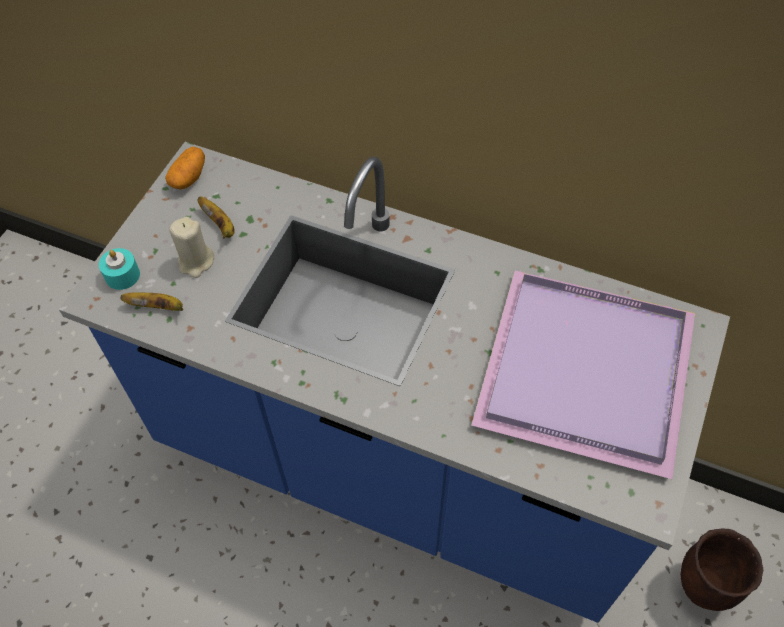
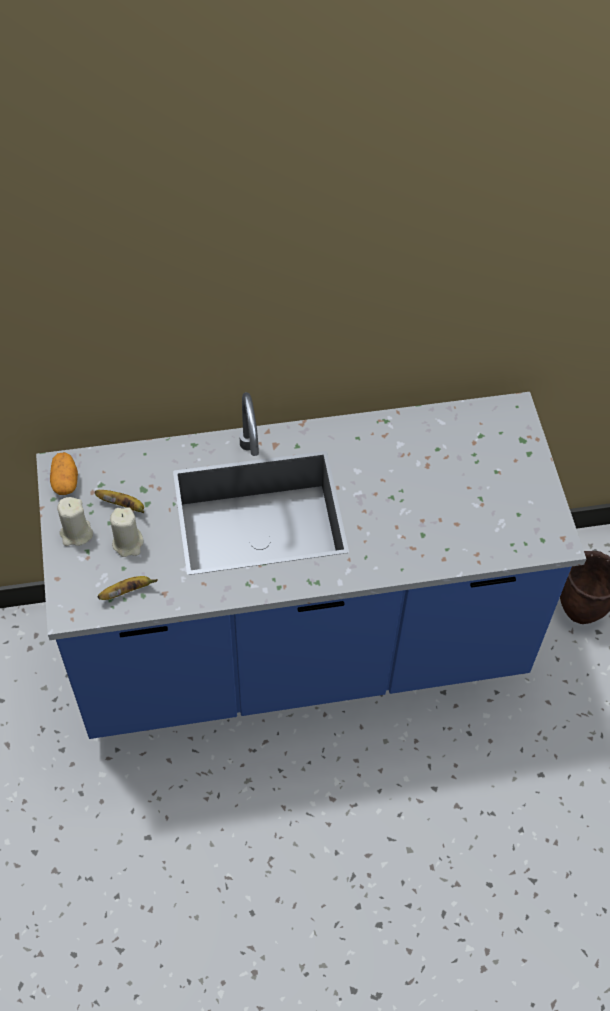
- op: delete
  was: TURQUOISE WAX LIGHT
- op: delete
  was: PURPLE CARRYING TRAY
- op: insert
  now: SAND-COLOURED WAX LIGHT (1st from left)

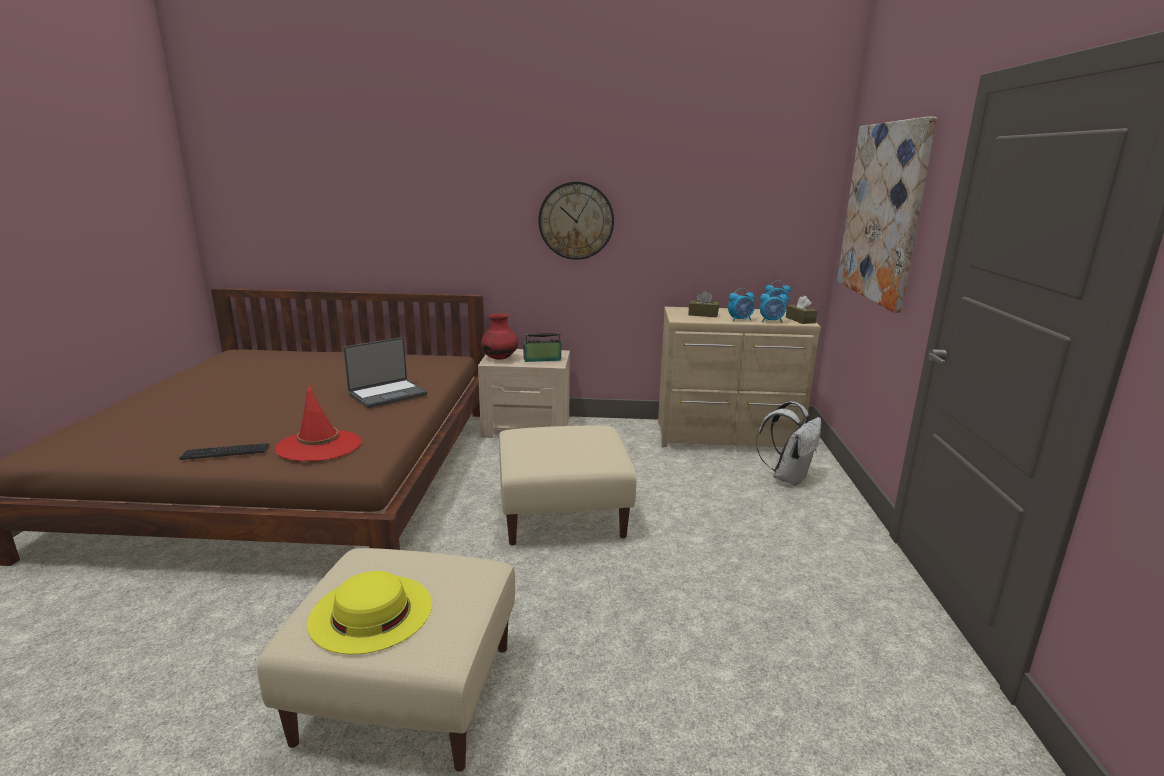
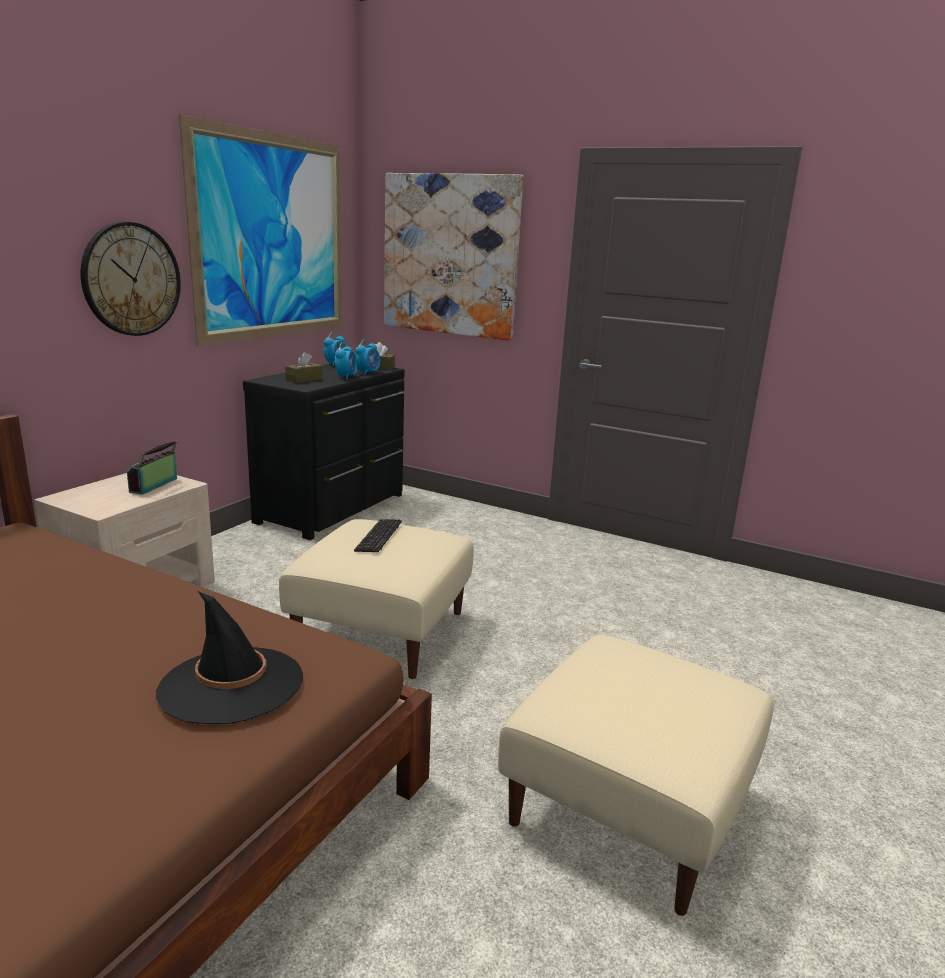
- op: delete
  was: YELLOWISH CLOTHING HAT
- op: delete
  was: LAPTOP
- op: delete
  was: RED-COLOURED DECORATIVE VASE
- op: delete
  was: WHITE RUCKSACK
- op: insert
  now: PICTURE (1st from left)
- op: move
  was: KEYBOARD
- op: recolor
  was: RED-COLOURED CLOTHING HAT
  now: BLACK CLOTHING HAT
- op: recolor
  was: SAND-COLOURED DRESSER
  now: BLACK DRESSER

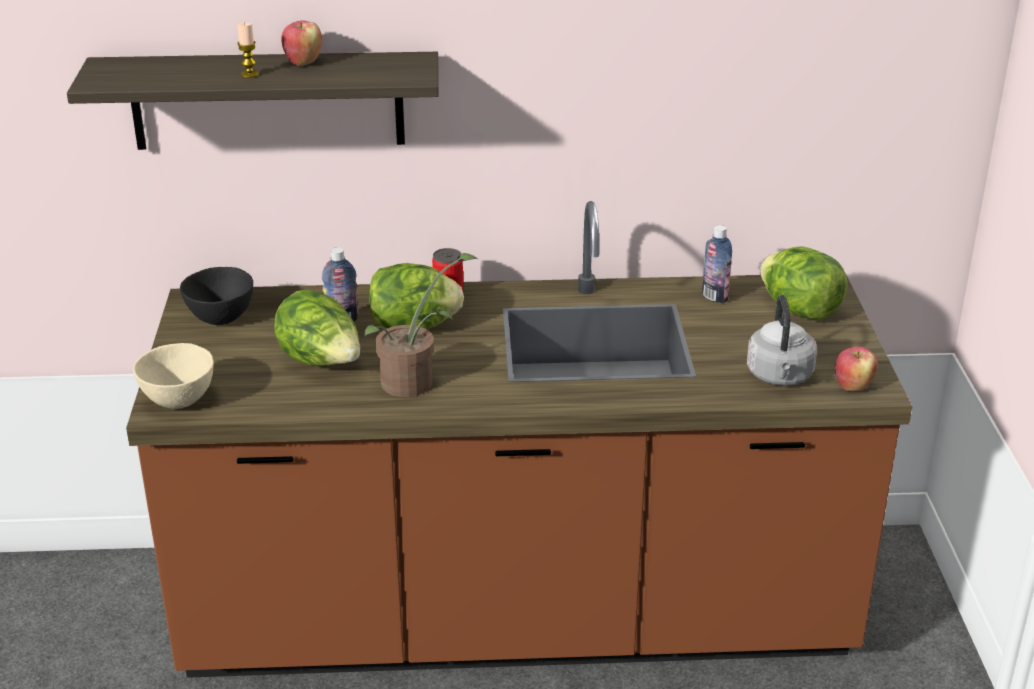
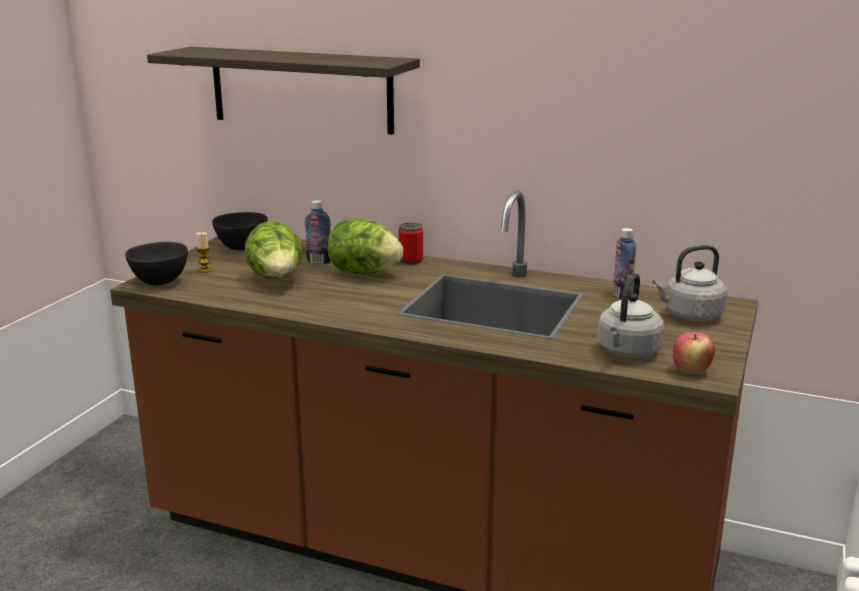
- op: delete
  was: APPLE FRUIT (1st from left)
- op: delete
  was: POTTED PLANT
- op: move
  was: WAX LIGHT
- op: replace
  was: HEAD OF LETTUCE (3rd from left)
  now: GREY KETTLE (2nd from left)
- op: recolor
  was: SAND-COLOURED BOWL
  now: BLACK BOWL (1st from left)

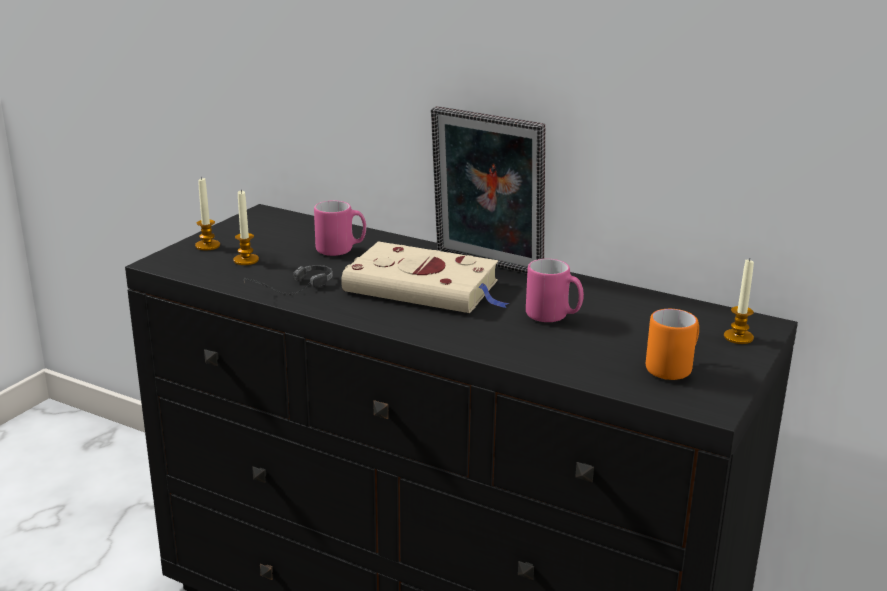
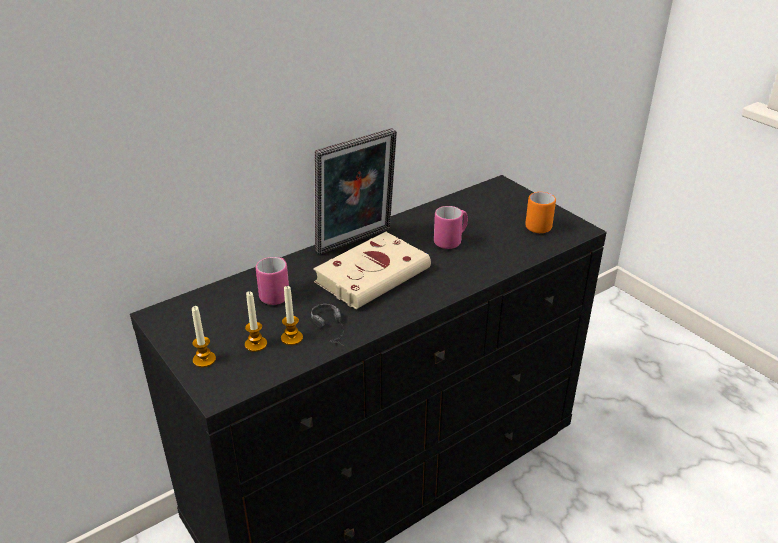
- op: move
  was: WAX LIGHT (3rd from left)

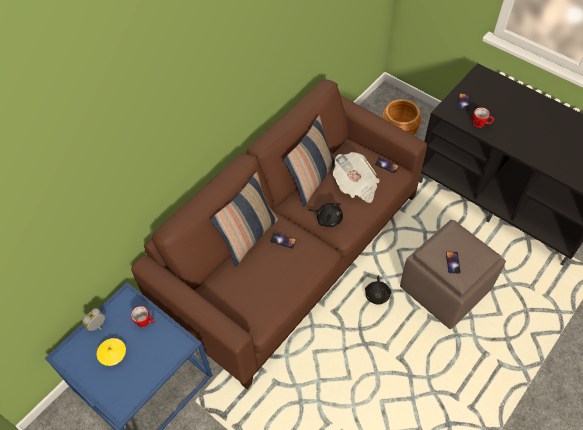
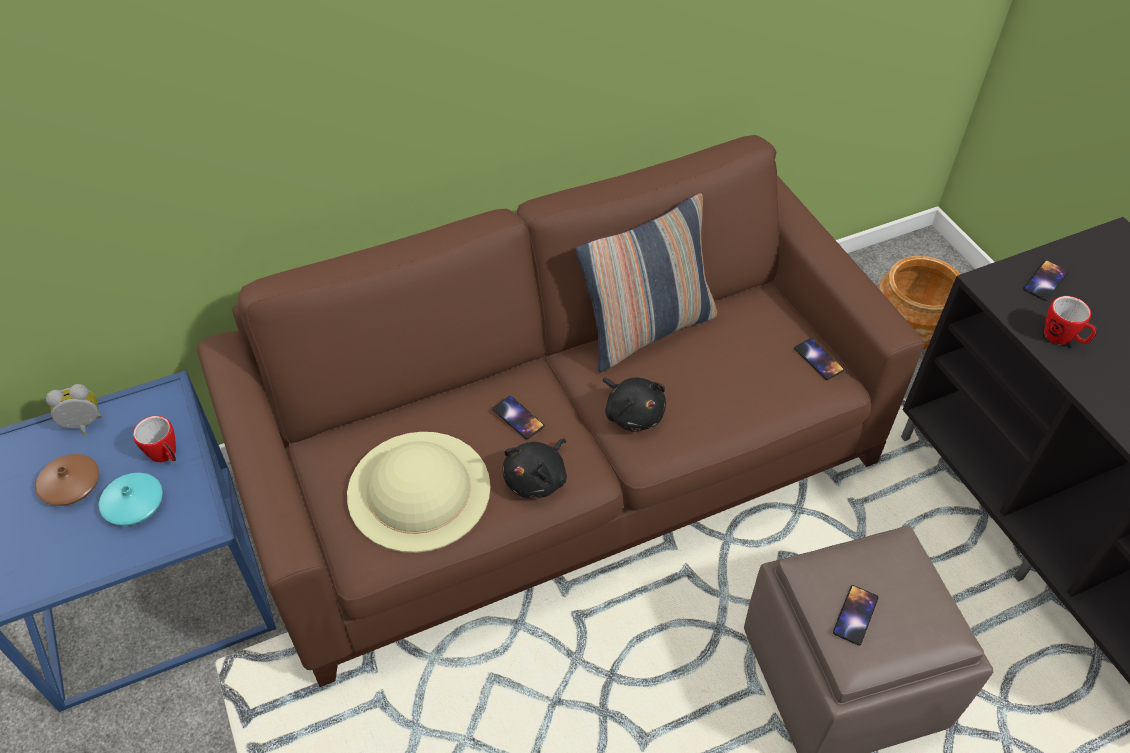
- op: delete
  was: CUSHION (1st from left)
- op: delete
  was: NEWSPAPER
- op: insert
  now: TURQUOISE DECORATIVE VASE
- op: insert
  now: SAND-COLOURED CLOTHING HAT
- op: move
  was: BLACK SOFT TOY (2nd from left in the first image)
  now: BLACK SOFT TOY (1st from left)
- op: recolor
  was: YELLOWISH DECORATIVE VASE
  now: BROWN DECORATIVE VASE

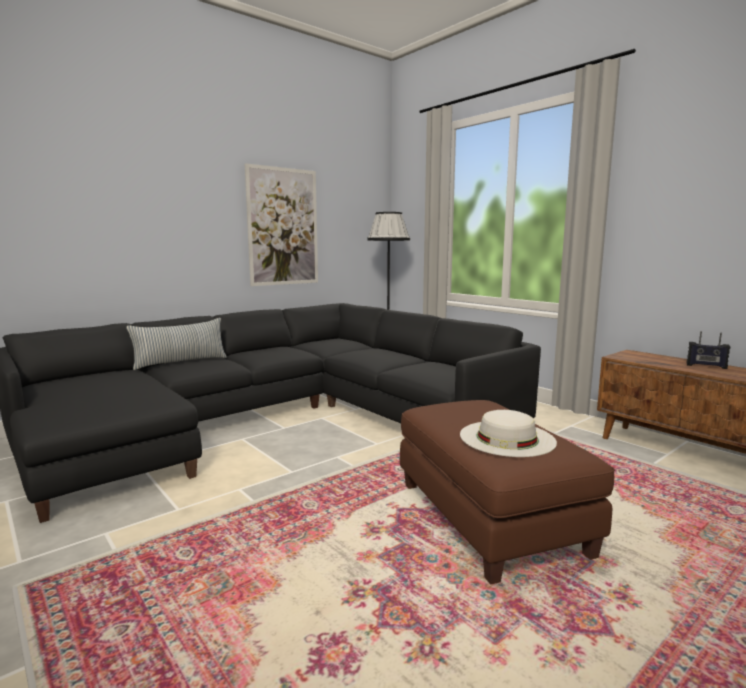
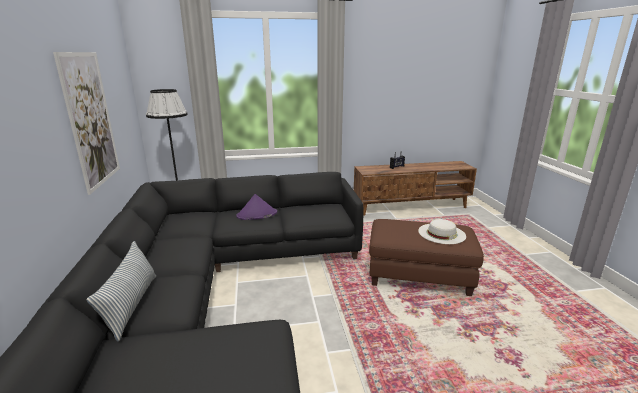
- op: insert
  now: PURPLE CLOTHING HAT

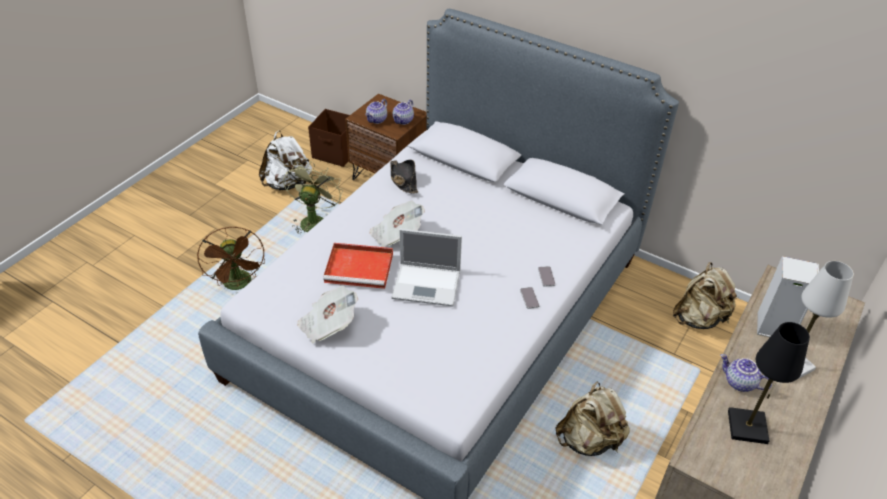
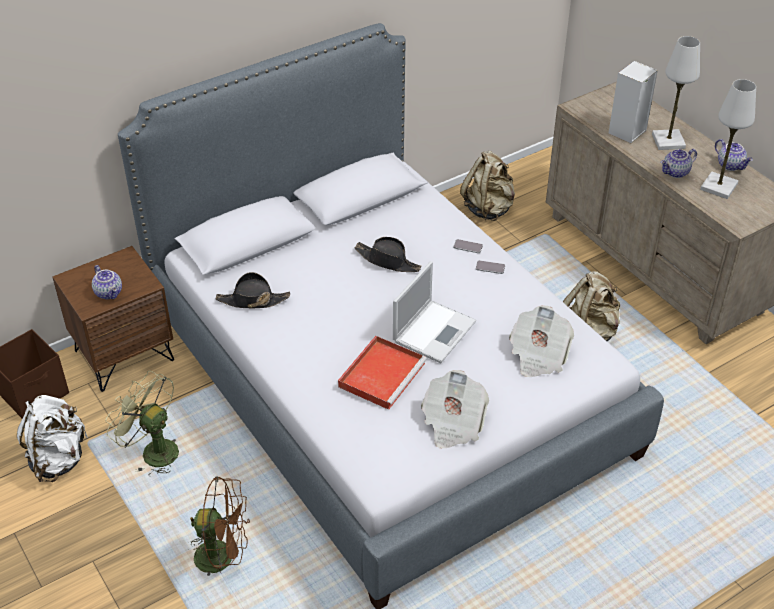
- op: insert
  now: BLACK CLOTHING HAT (2nd from left)
- op: move
  was: NEWSPAPER (2nd from left)
- op: move
  was: POT FOR TEA (2nd from left in the first image)
  now: POT FOR TEA (3rd from left)
- op: recolor
  was: BLACK LAMP FOR A TABLE
  now: WHITE LAMP FOR A TABLE (2nd from left)

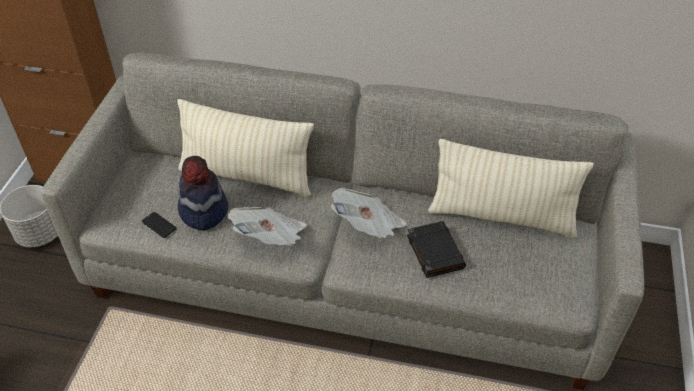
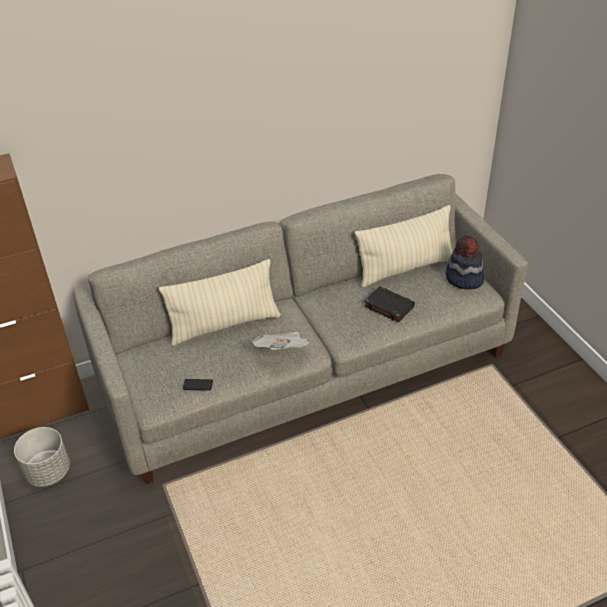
- op: delete
  was: NEWSPAPER (2nd from left)
- op: move
  was: CLOTHING HAT

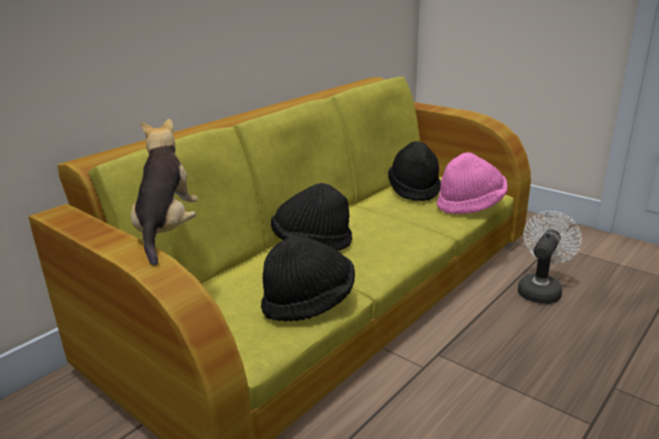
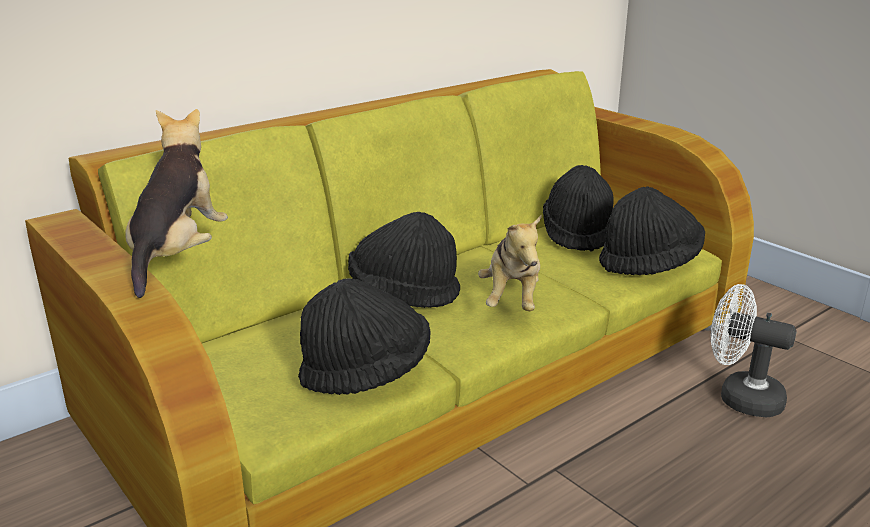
- op: insert
  now: SOFT TOY (2nd from left)
- op: recolor
  was: PINK-COLOURED CLOTHING HAT
  now: BLACK CLOTHING HAT (4th from left)
- op: rotate
  was: WHITE ELECTRIC FAN
  clockwise: -105

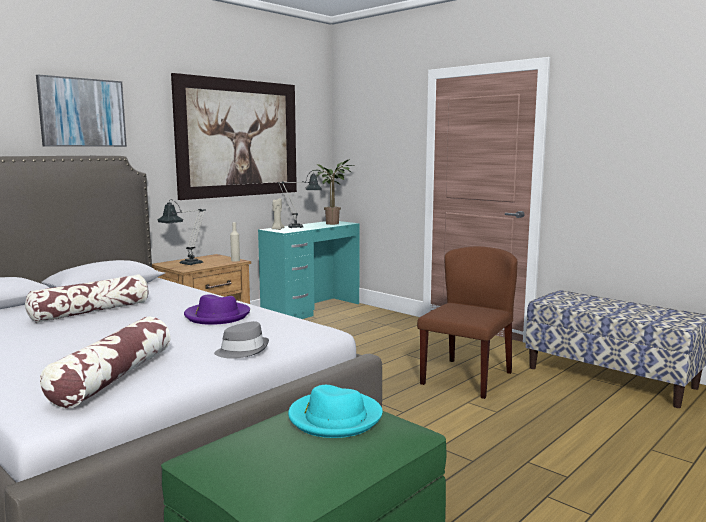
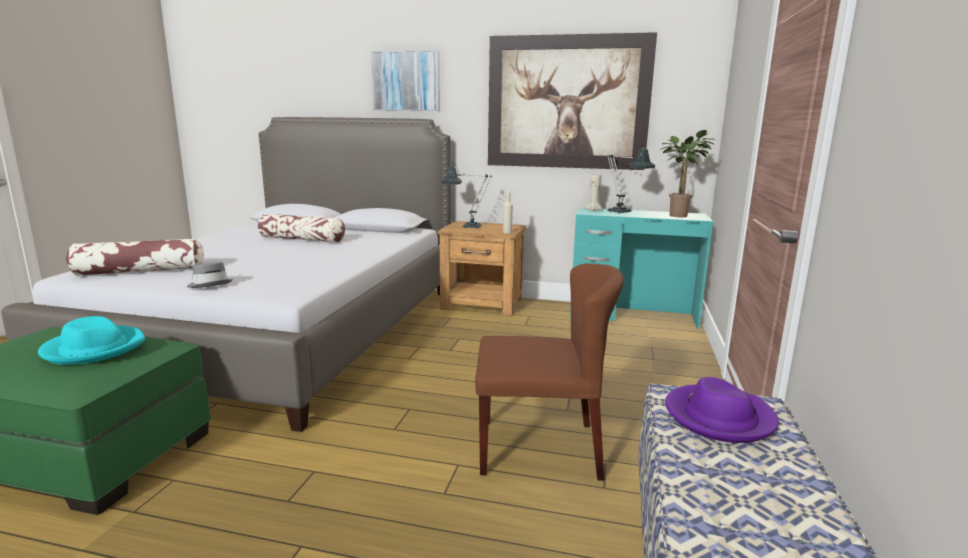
- op: move
  was: PURPLE CLOTHING HAT

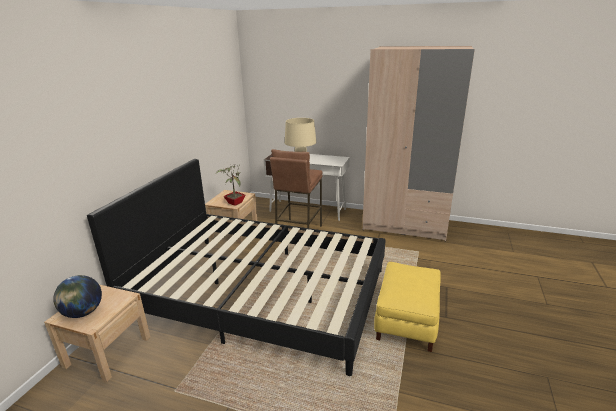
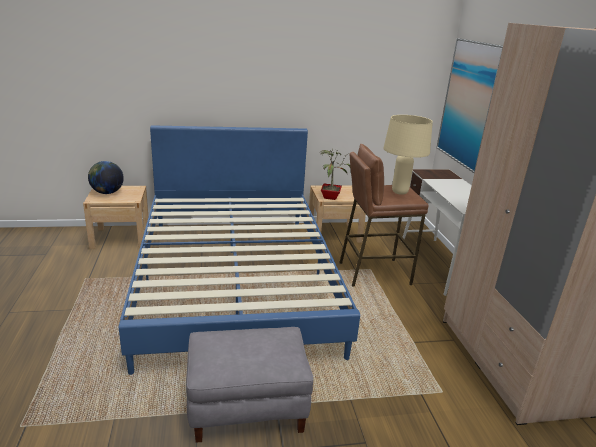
- op: insert
  now: PICTURE
- op: recolor
  was: BLACK SLEEPING BED
  now: BLUE-COLOURED SLEEPING BED
- op: recolor
  was: YELLOWISH FOOTREST
  now: GREY FOOTREST

